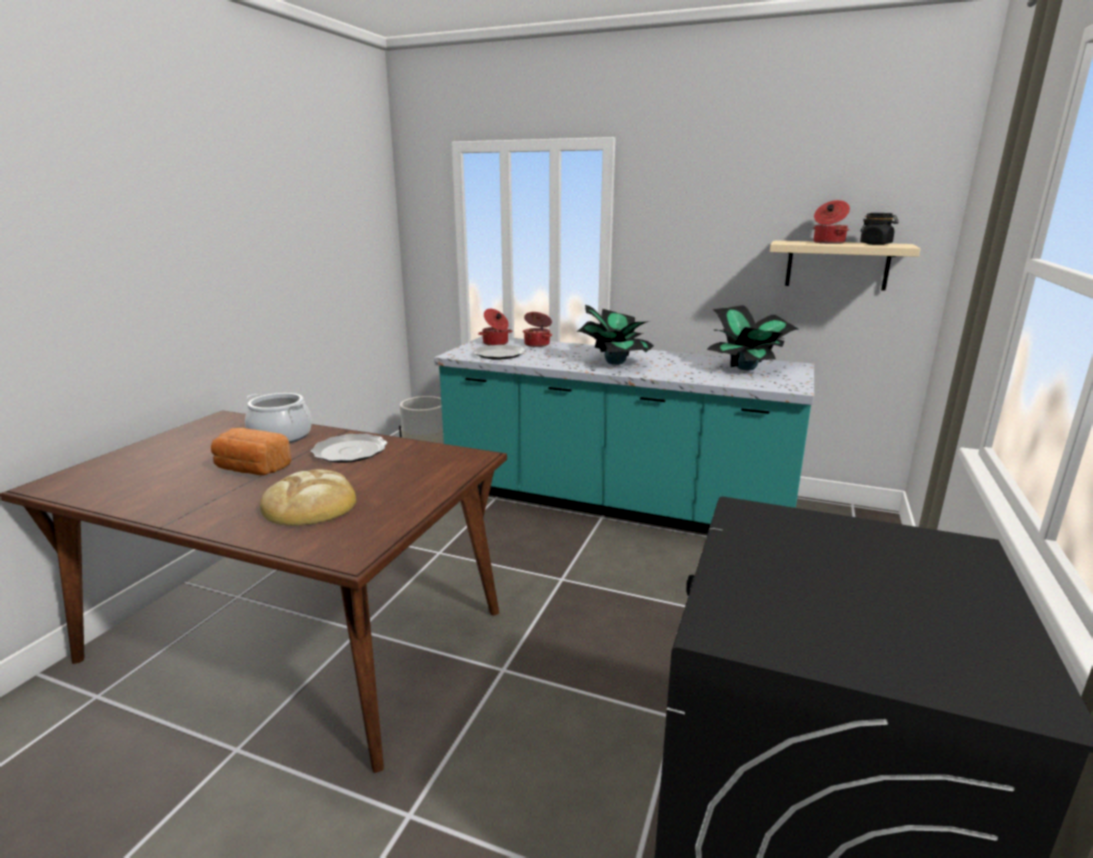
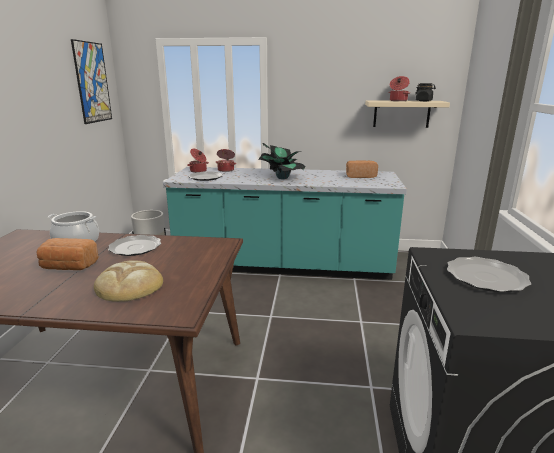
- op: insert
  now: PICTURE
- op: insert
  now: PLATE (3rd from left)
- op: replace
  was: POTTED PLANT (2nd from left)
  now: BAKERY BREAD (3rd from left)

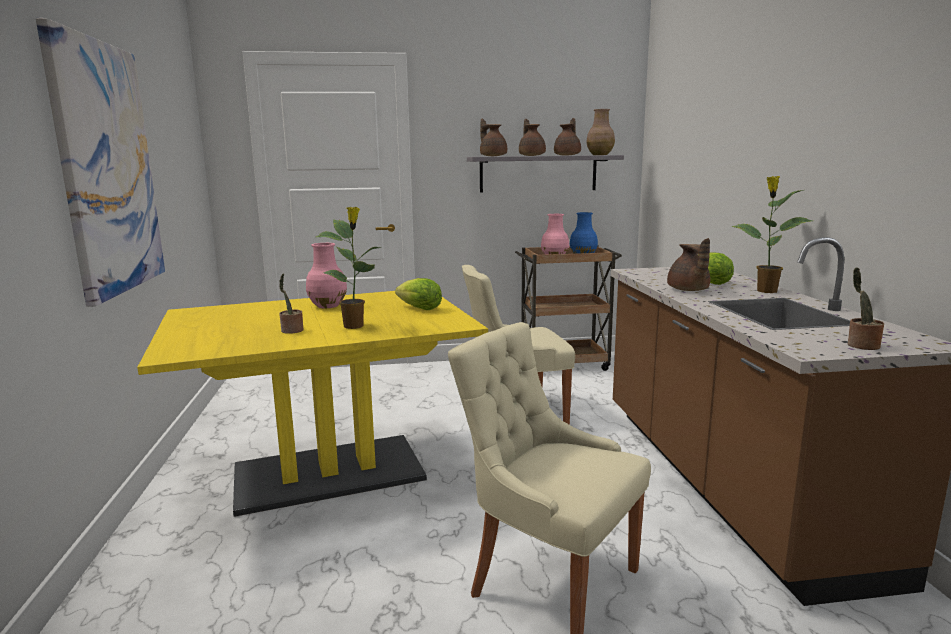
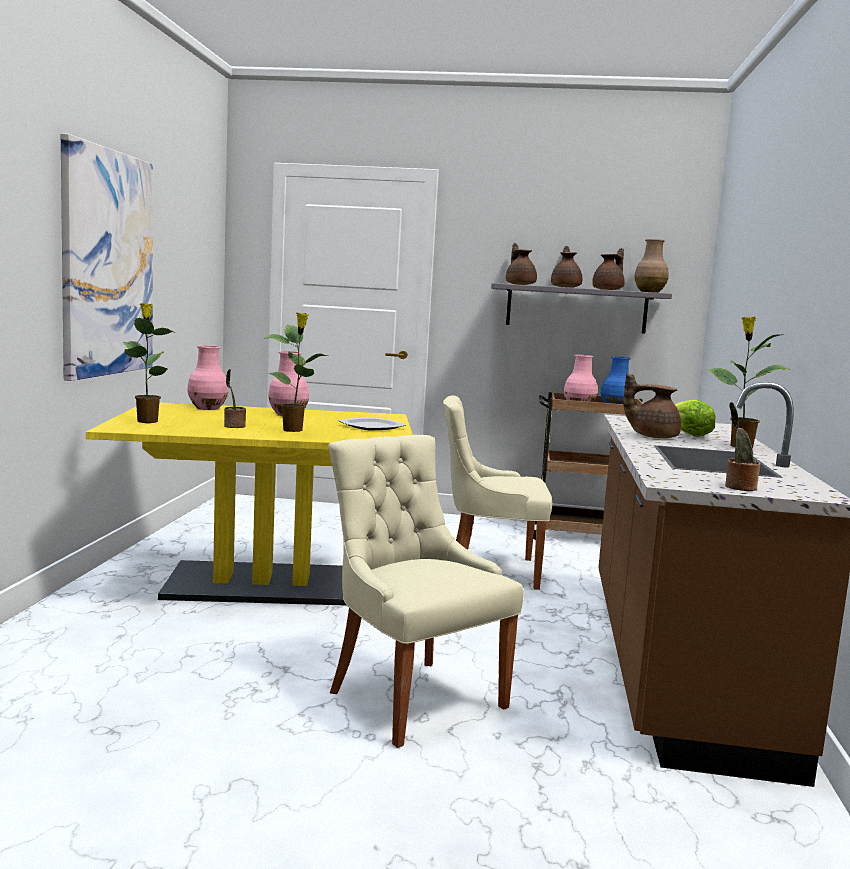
- op: insert
  now: POTTED PLANT (1st from left)
- op: insert
  now: PINK-COLOURED DECORATIVE VASE (1st from left)
- op: replace
  was: HEAD OF LETTUCE (1st from left)
  now: PLATE
- op: rotate
  was: BROWN POT FOR TEA (4th from left)
  clockwise: 90

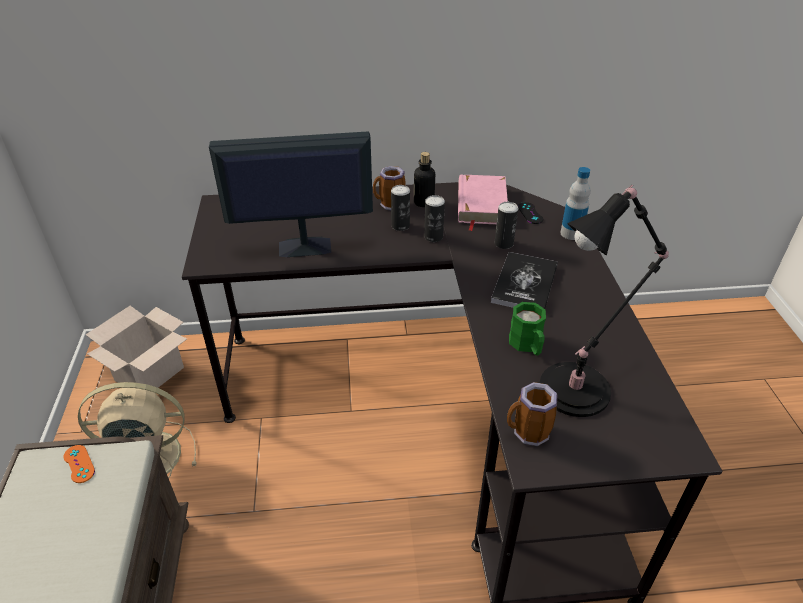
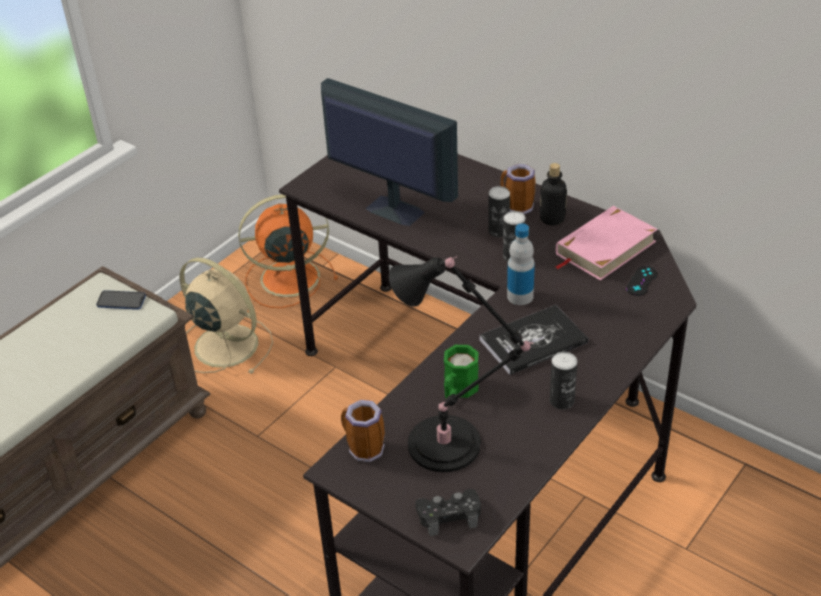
- op: insert
  now: BLACK GAMEPAD (1st from left)
- op: move
  was: CAN (3rd from left)
- op: move
  was: BEVERAGE BOTTLE (2nd from left in the first image)
  now: BEVERAGE BOTTLE (1st from left)
- op: replace
  was: ORANGEY GAMEPAD
  now: HANDSET
- op: replace
  was: CARDBOARD BOX
  now: ORANGEY ELECTRIC FAN

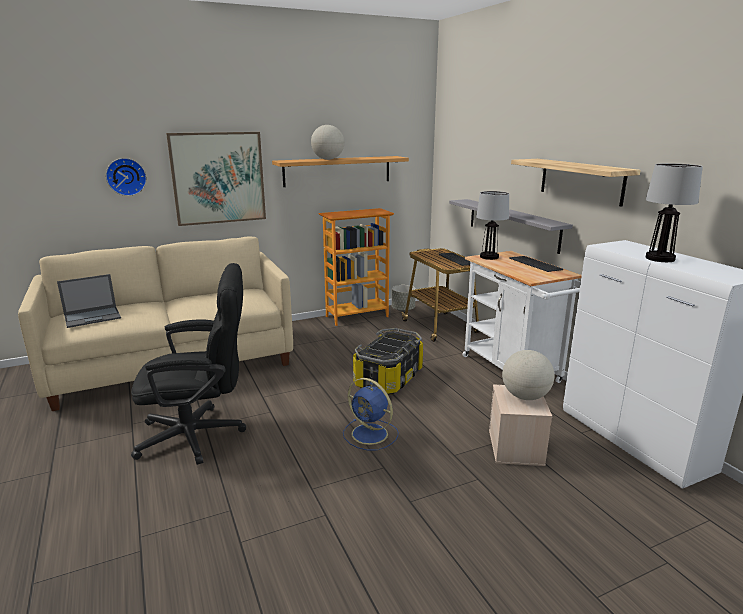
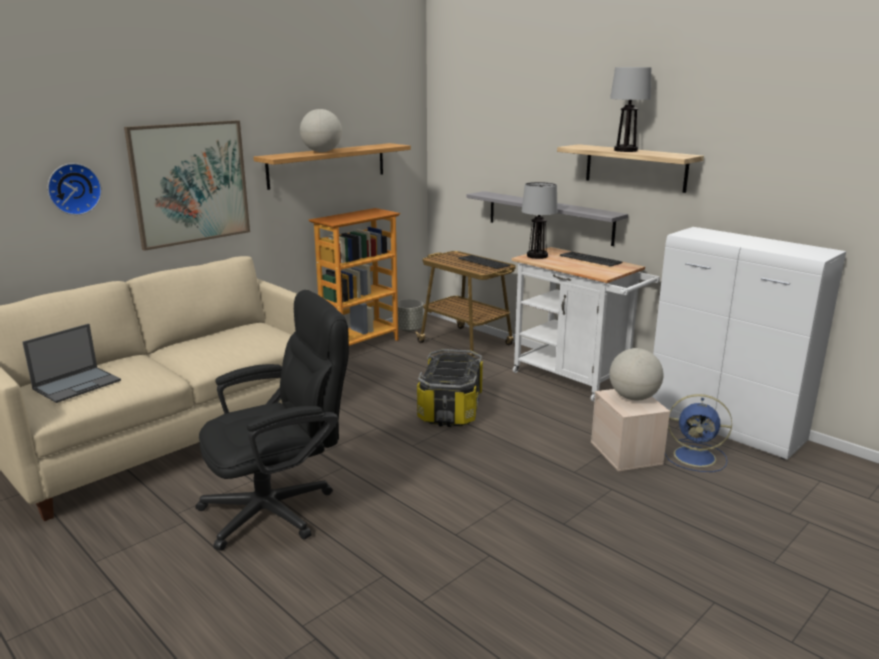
- op: move
  was: BLUE-COLOURED ELECTRIC FAN
- op: move
  was: LAMP FOR A TABLE (2nd from left)

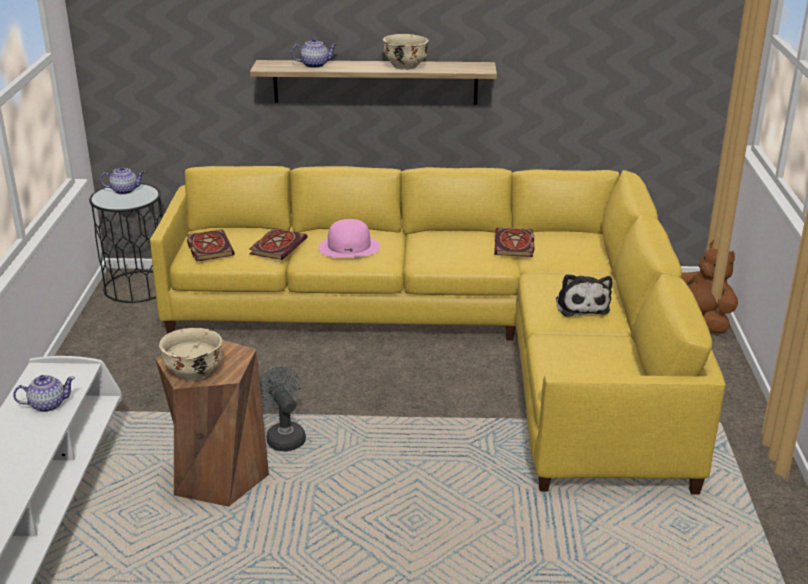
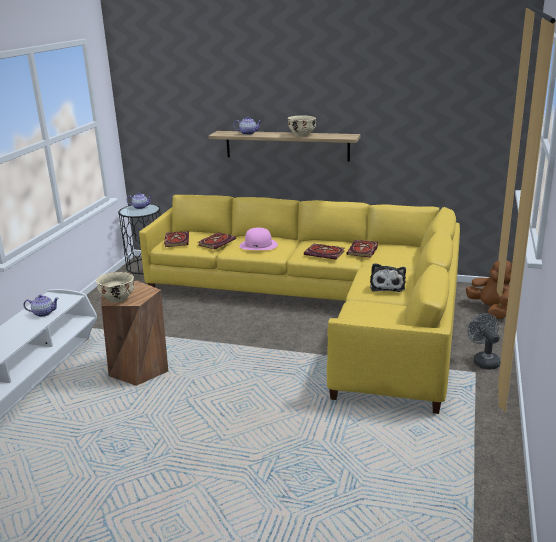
- op: insert
  now: BOOK (3rd from left)
- op: move
  was: GREY ELECTRIC FAN

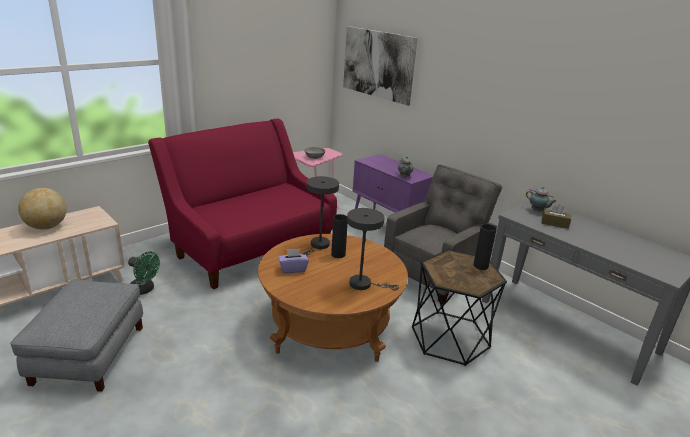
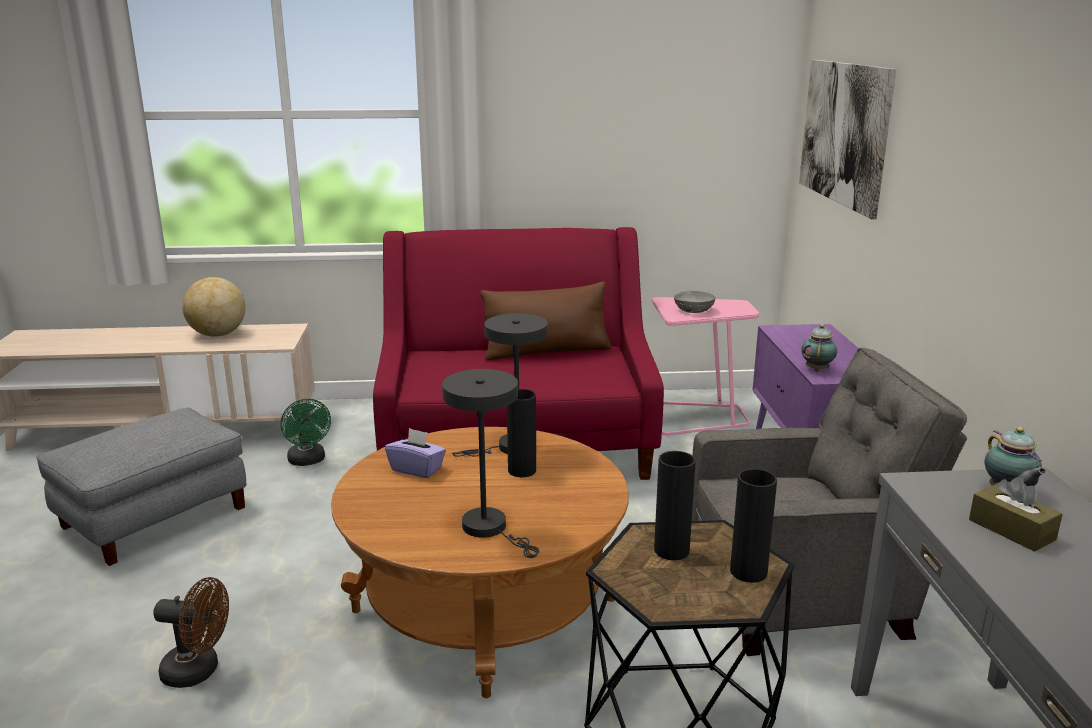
- op: insert
  now: BROWN ELECTRIC FAN
- op: insert
  now: BROWN CUSHION
- op: insert
  now: BLACK DECORATIVE VASE (2nd from left)

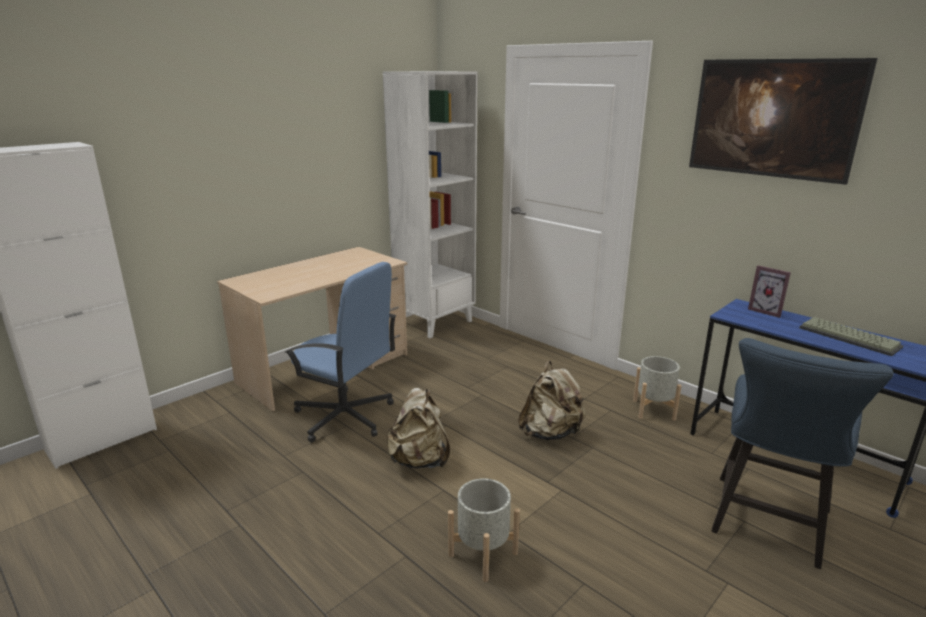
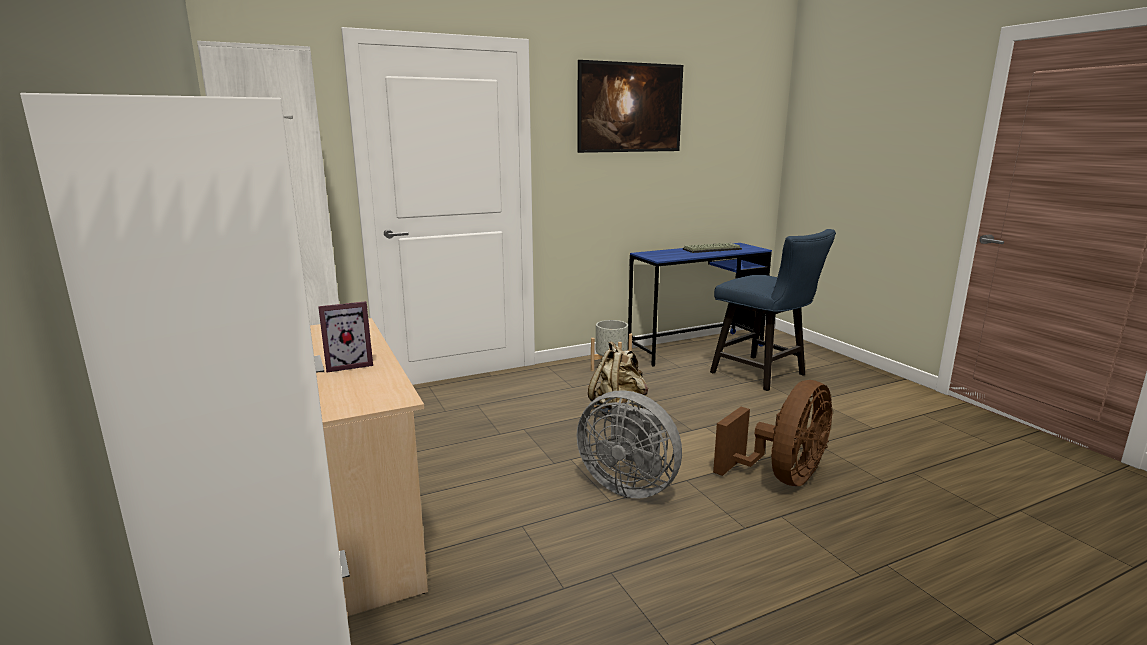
- op: delete
  was: BLUE-COLOURED DESK CHAIR
- op: move
  was: PHOTO FRAME
- op: replace
  was: SAND-COLOURED RUCKSACK (1st from left)
  now: GREY ELECTRIC FAN
- op: replace
  was: GREY FLOWER POT (1st from left)
  now: BROWN ELECTRIC FAN

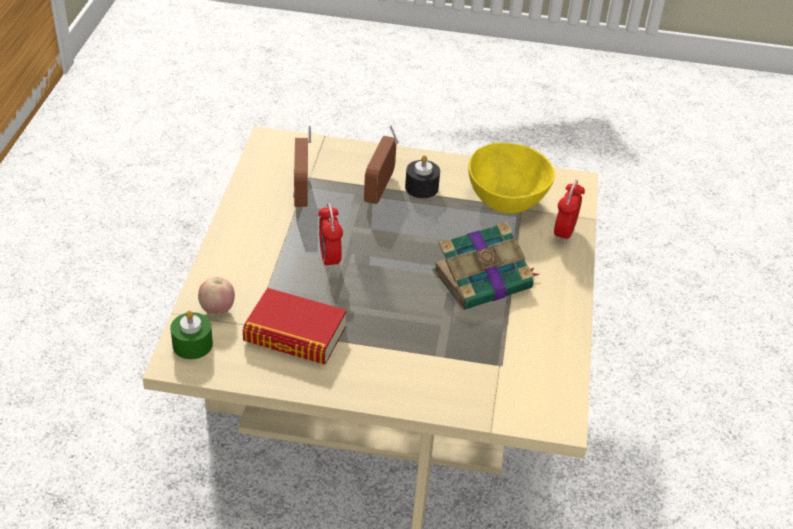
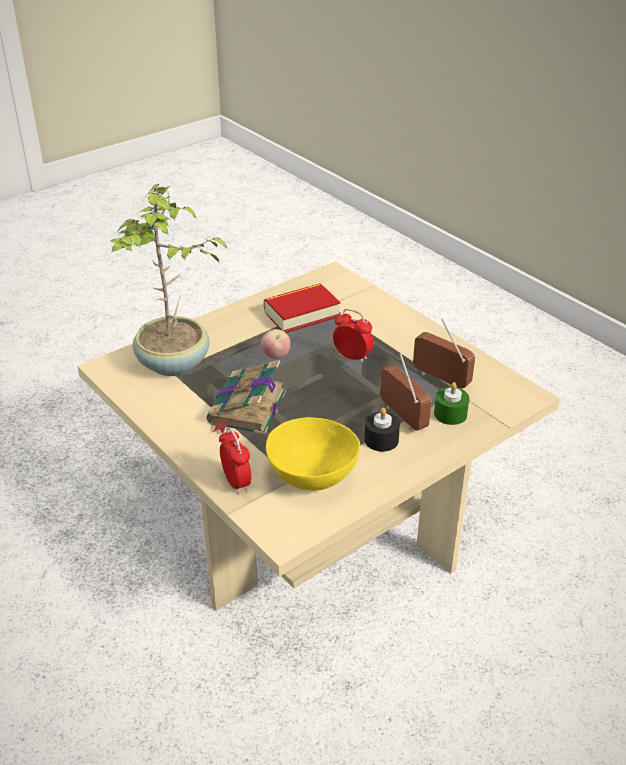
- op: insert
  now: POTTED PLANT
- op: move
  was: GREEN WAX LIGHT
- op: move
  was: APPLE FRUIT

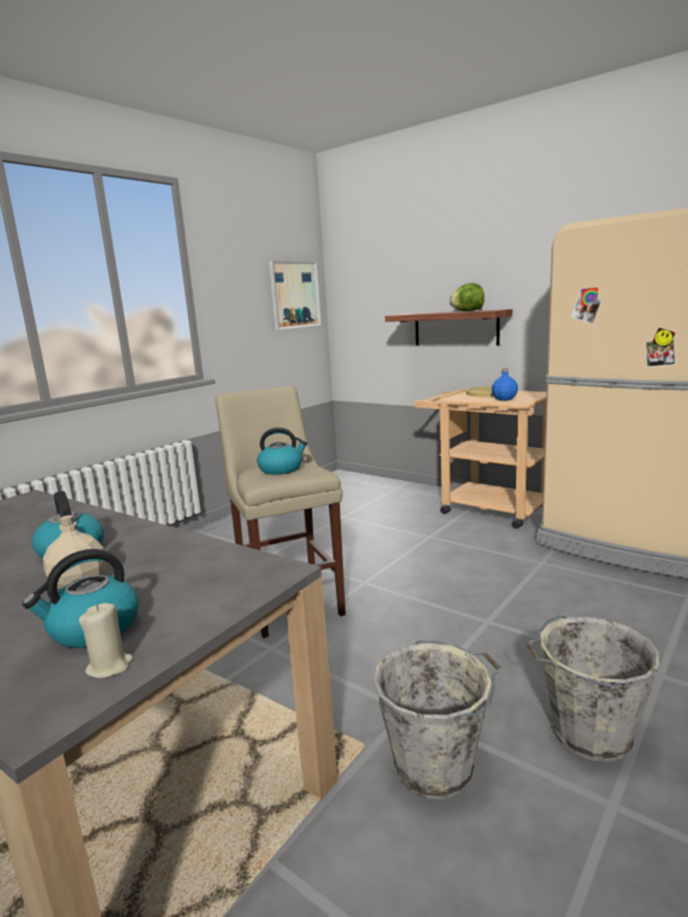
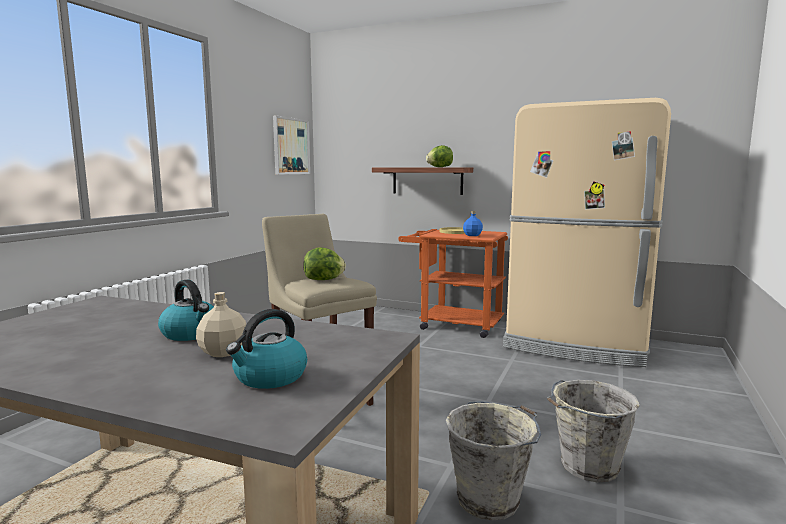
- op: delete
  was: SAND-COLOURED WAX LIGHT
- op: replace
  was: KETTLE (3rd from left)
  now: HEAD OF LETTUCE (1st from left)
- op: recolor
  was: SAND-COLOURED WHEELED CART
  now: ORANGEY WHEELED CART

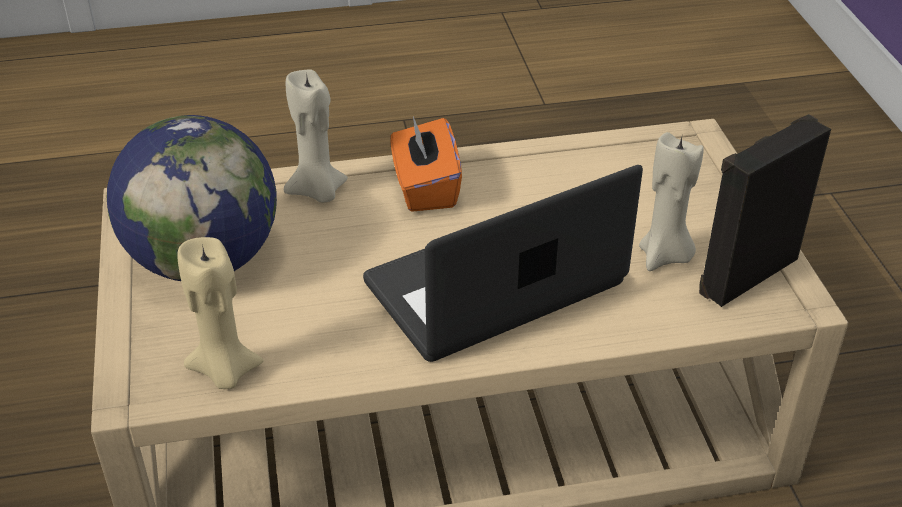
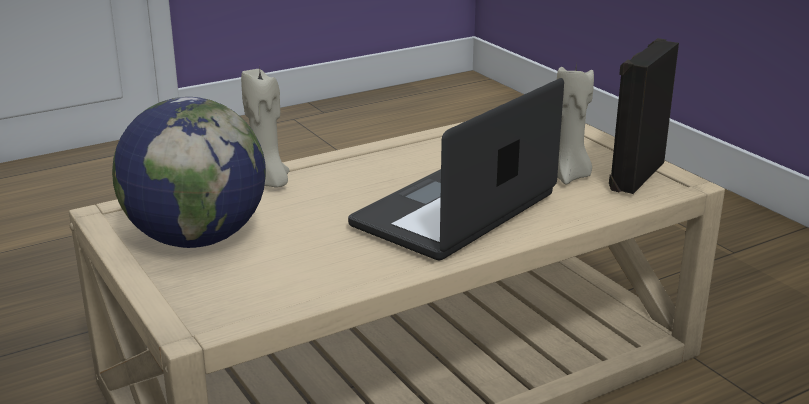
- op: delete
  was: SAND-COLOURED WAX LIGHT (1st from left)
- op: delete
  was: ORANGEY TISSUE HOLDER

